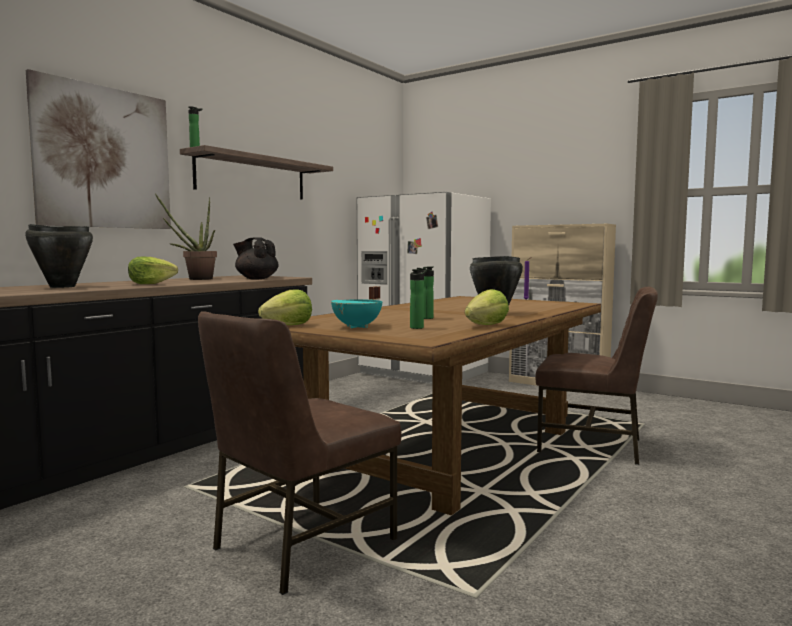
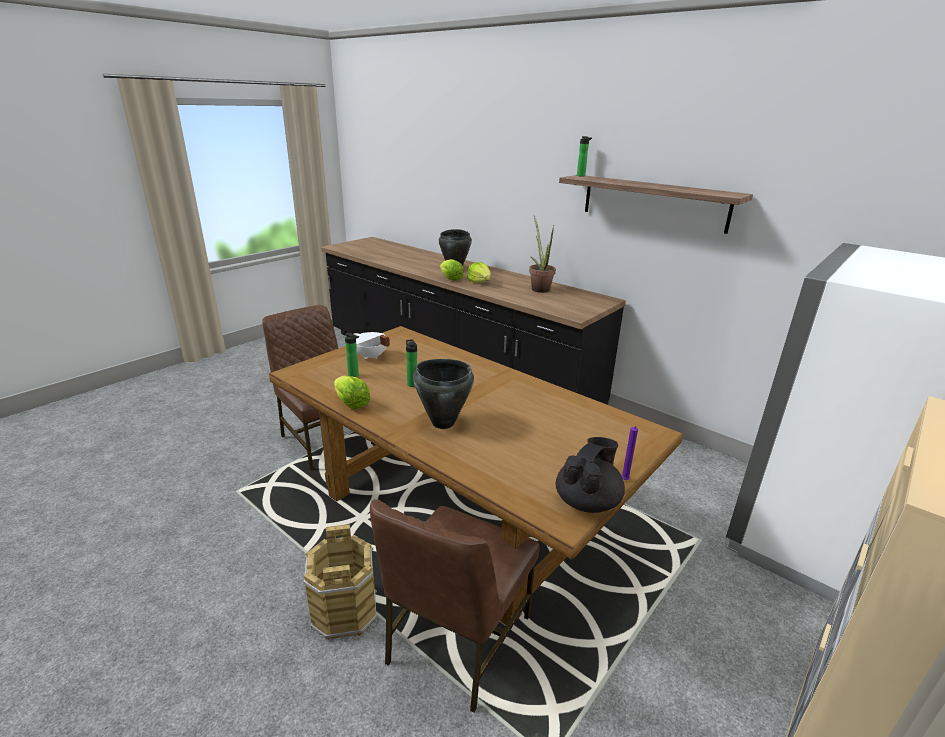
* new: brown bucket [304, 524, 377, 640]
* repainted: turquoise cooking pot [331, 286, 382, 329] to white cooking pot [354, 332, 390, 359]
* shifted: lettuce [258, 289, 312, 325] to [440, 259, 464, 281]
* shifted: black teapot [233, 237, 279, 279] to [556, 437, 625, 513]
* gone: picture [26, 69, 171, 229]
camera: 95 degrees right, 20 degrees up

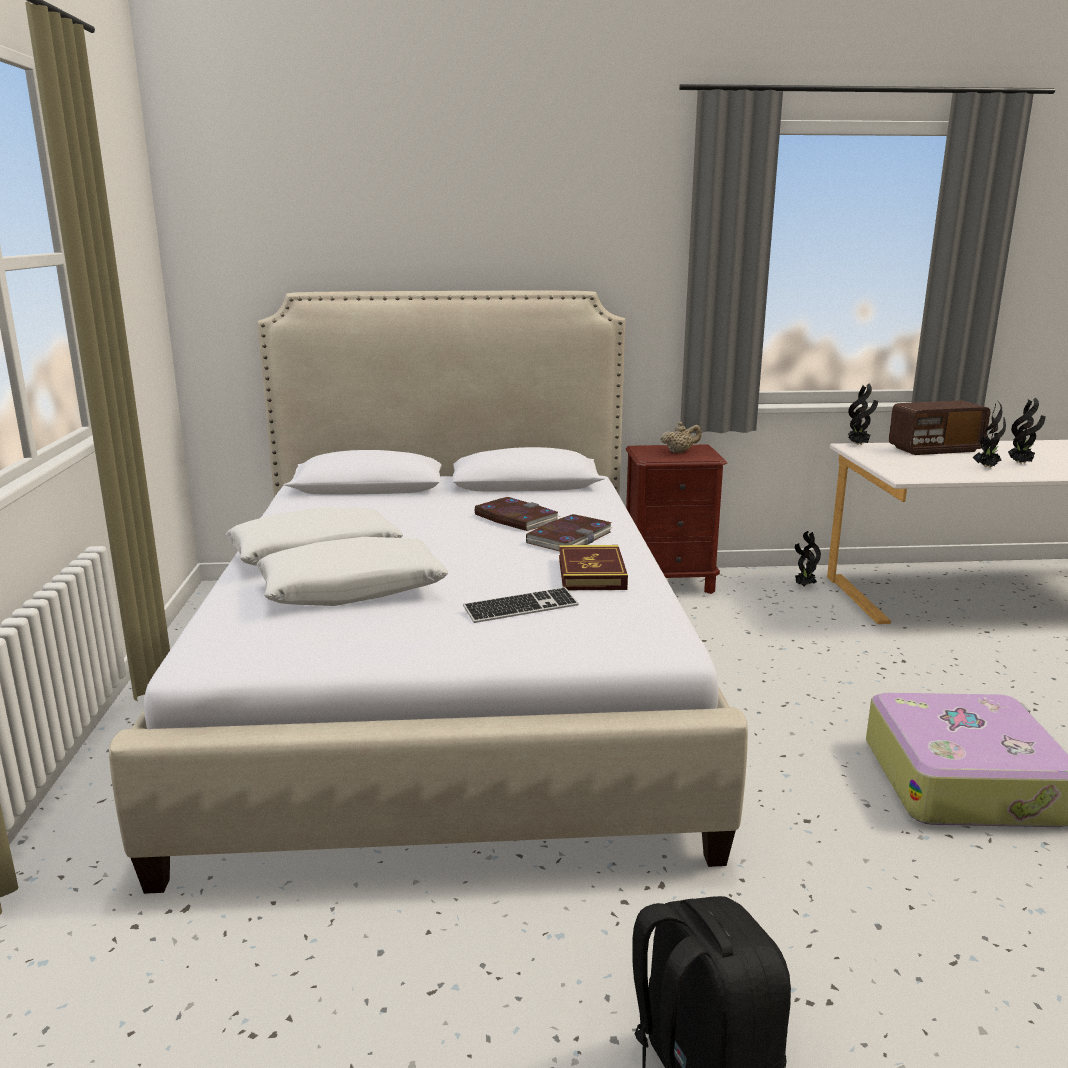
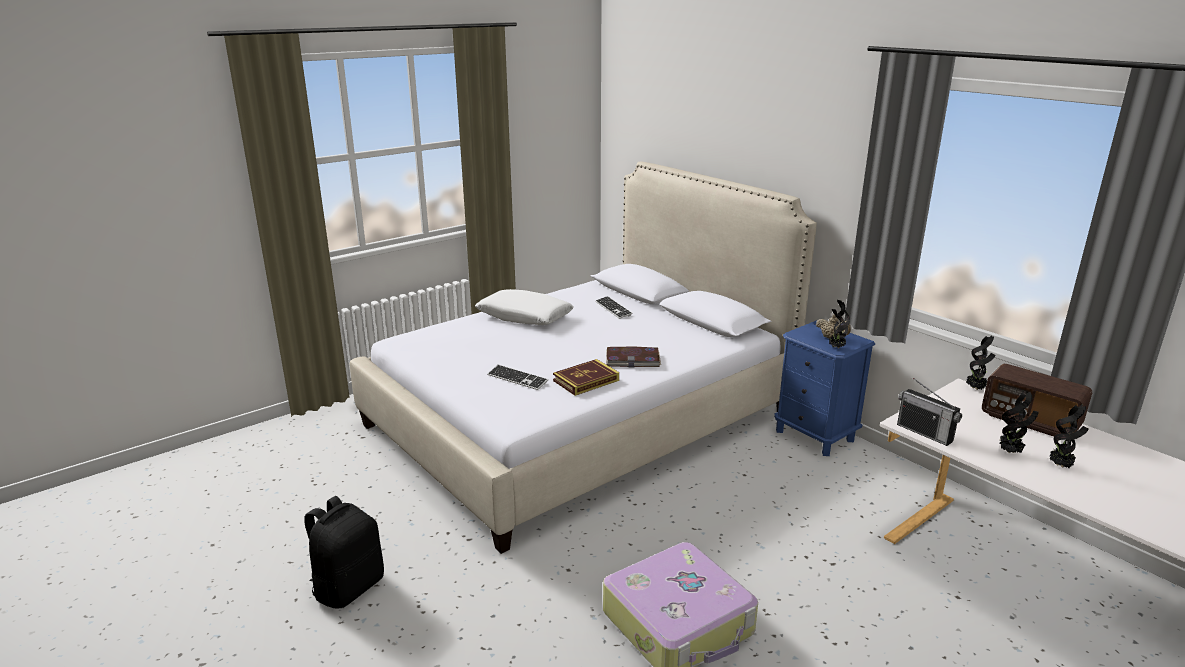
* new: keyboard [595, 296, 633, 319]
* repainted: brown nightstand [626, 444, 727, 594] to blue nightstand [774, 321, 875, 456]
* shifted: potted plant [795, 531, 821, 587] to [829, 300, 850, 348]
* new: radio [897, 378, 962, 446]
* gone: white pillow [257, 537, 448, 606]
* gone: book [475, 497, 560, 531]
camera: 55 degrees right, 5 degrees up

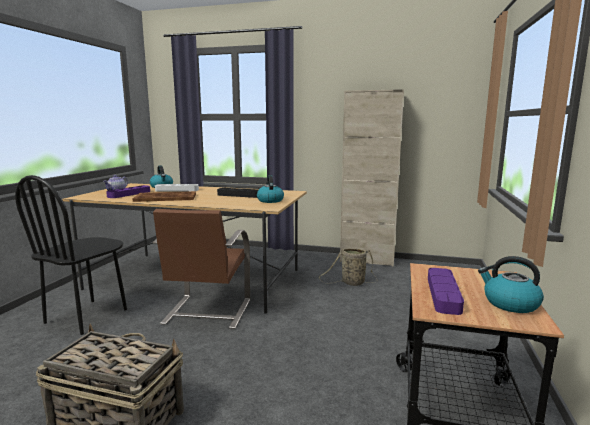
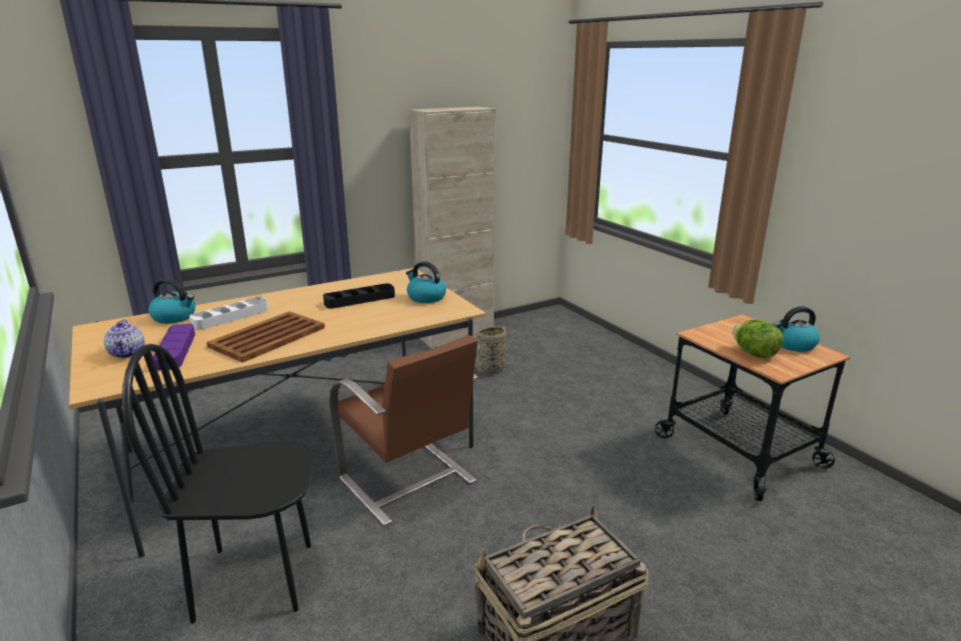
* rotated: black chair [15, 175, 127, 335] = [122, 344, 314, 624] 105 degrees clockwise
* swapped: purple tray [428, 268, 464, 315] to lettuce [733, 320, 783, 358]
camera: 45 degrees left, 10 degrees up

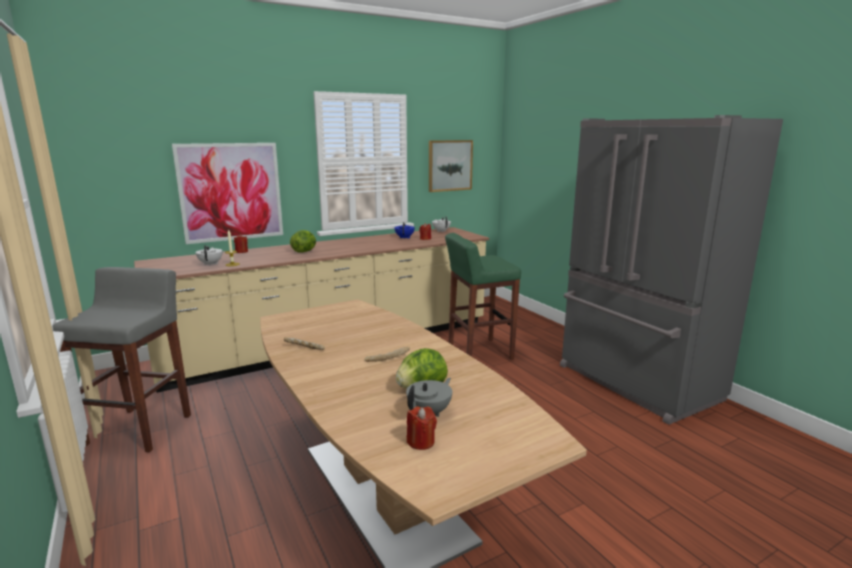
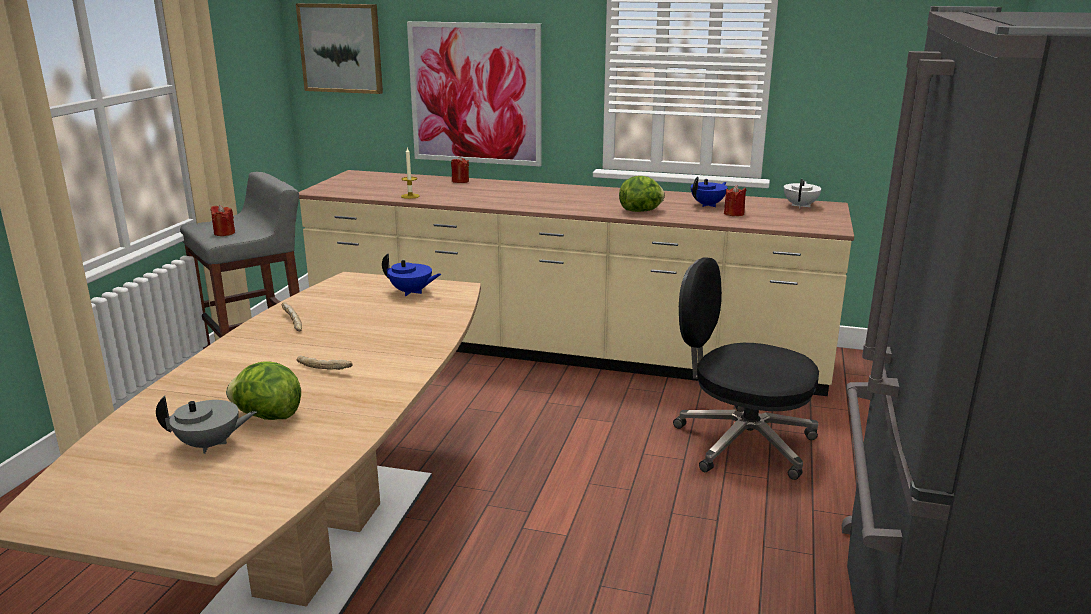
* shifted: red candle [407, 406, 437, 450] to [210, 205, 235, 236]
* shifted: picture [429, 140, 473, 192] to [296, 3, 383, 94]
* new: blue teapot [382, 253, 441, 296]
* shifted: lettuce [290, 230, 316, 253] to [619, 176, 665, 212]
* swapped: green stool [445, 233, 521, 360] to black office chair [673, 257, 819, 480]
* gone: white teapot [195, 245, 223, 266]
camera: 45 degrees right, 5 degrees up

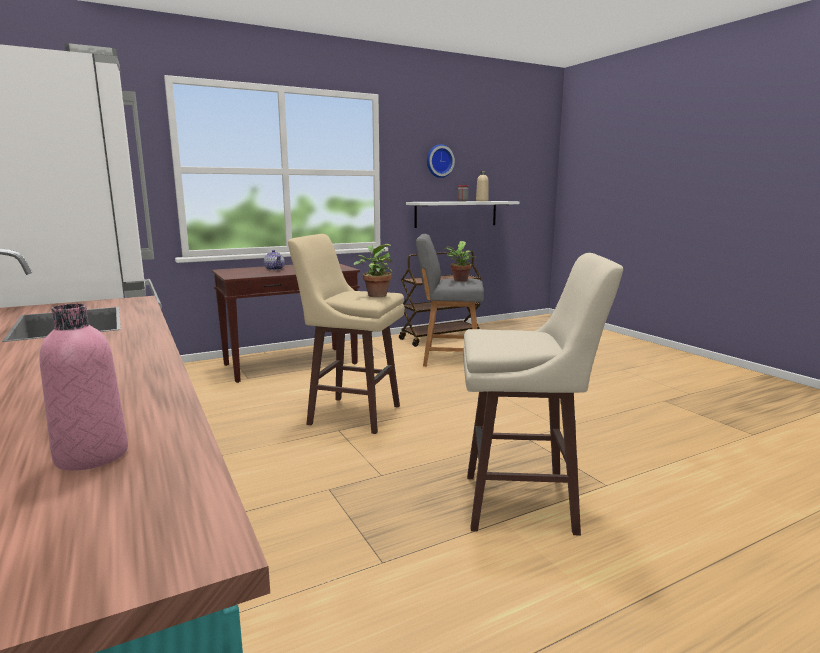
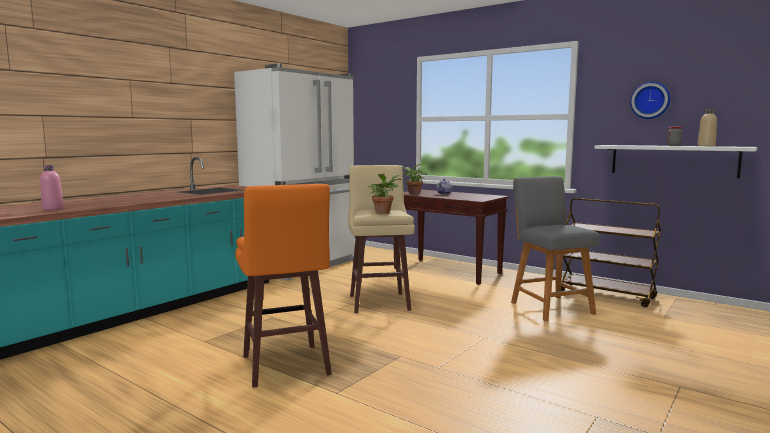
* repainted: beige stool [463, 253, 623, 536] to orange stool [235, 184, 332, 388]
* shifted: potted plant [444, 241, 477, 281] to [400, 163, 428, 194]
camera: 65 degrees right, 5 degrees down

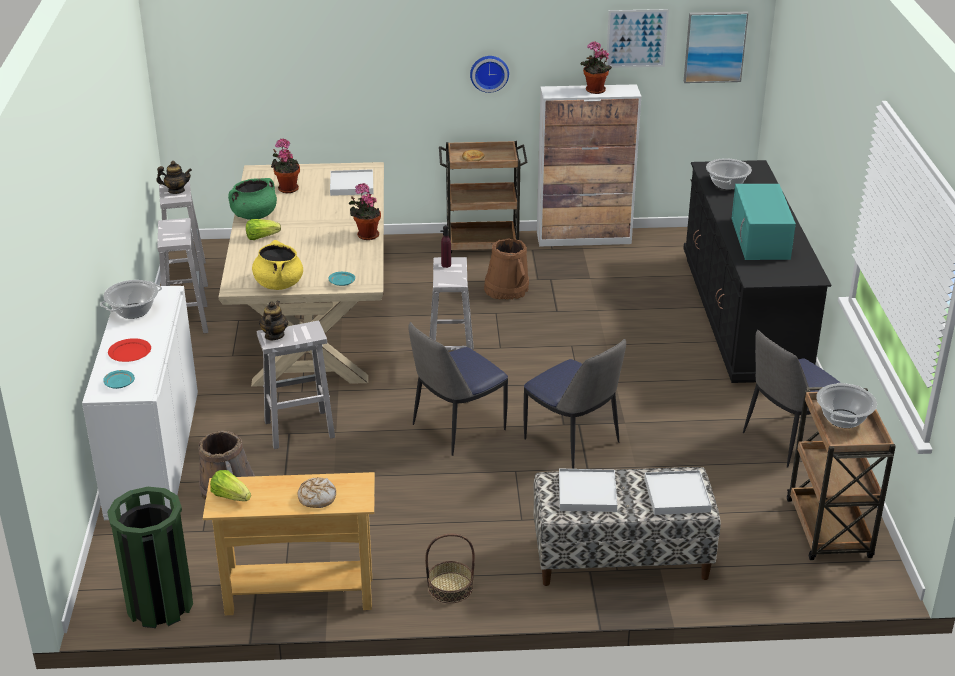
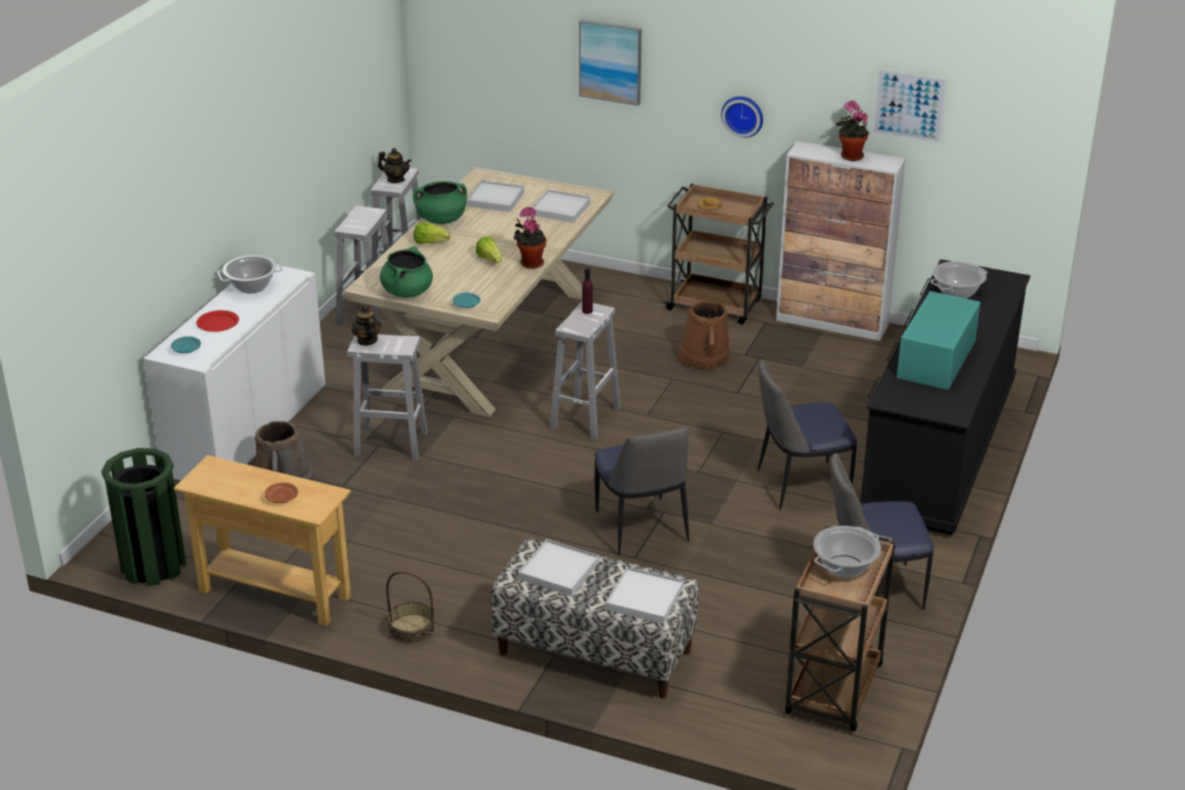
* swapped: bread [298, 477, 336, 508] to brown plate [265, 483, 298, 503]
* rotated: teapot [259, 301, 288, 340] = [351, 305, 381, 346] 60 degrees counterclockwise
* repainted: yellow cooking pot [252, 240, 303, 290] to green cooking pot [380, 246, 433, 298]
* swapped: potted plant [271, 139, 300, 193] to white tray [466, 180, 524, 212]
* shifted: lettuce [210, 470, 251, 501] to [476, 237, 502, 264]
* shifted: picture [684, 12, 748, 83] to [579, 19, 641, 106]
* shifted: chair [408, 322, 508, 456] to [758, 360, 857, 510]
camera: 25 degrees right, 0 degrees up

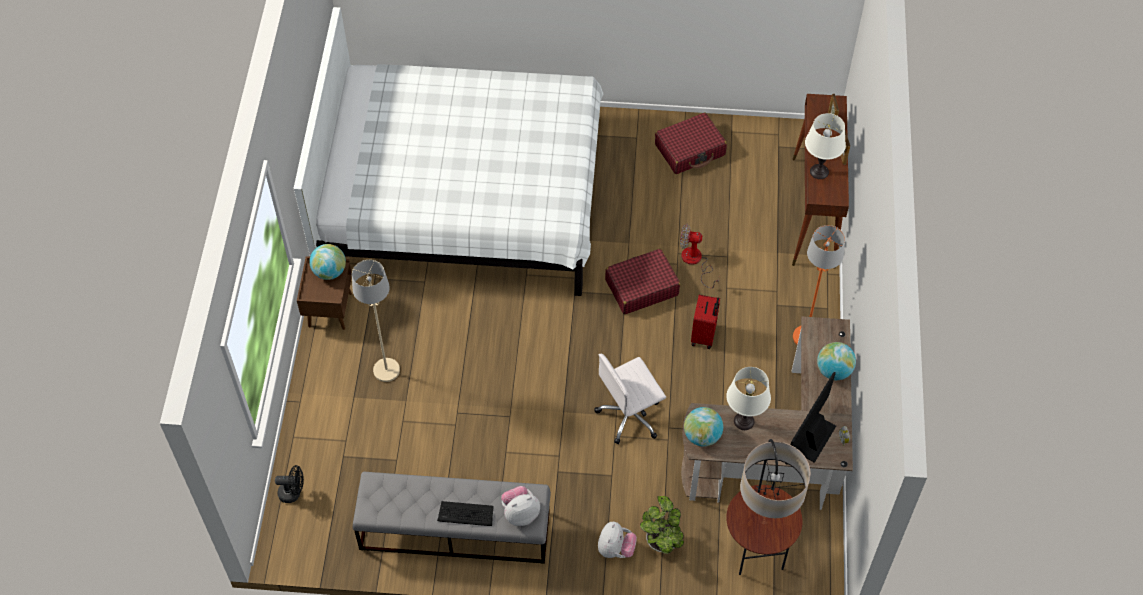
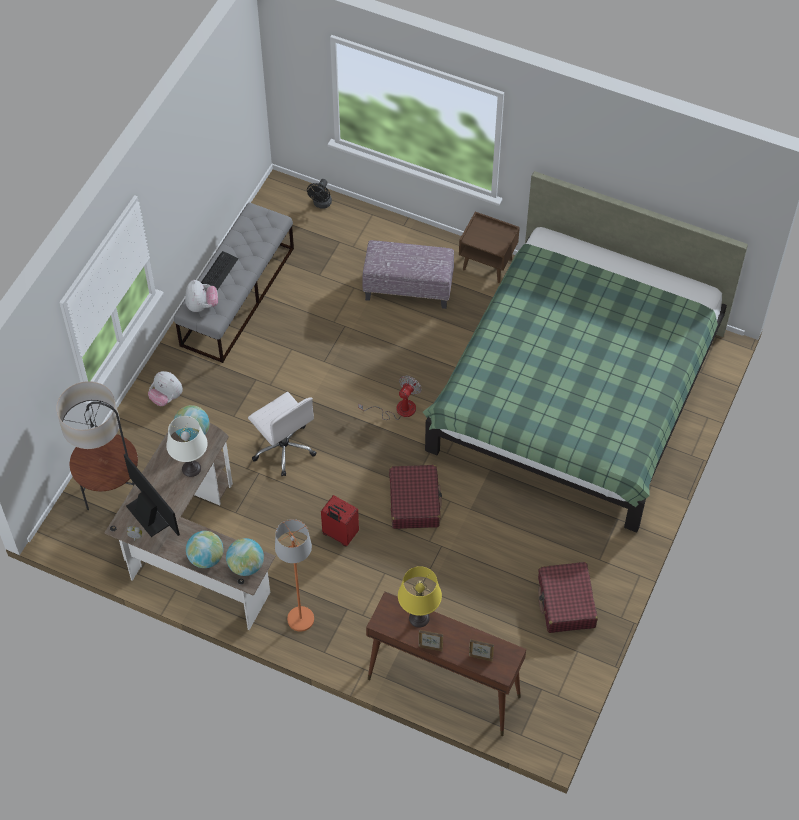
* shifted: globe [310, 244, 346, 280] to [226, 538, 264, 576]
* rotated: white office chair [594, 354, 666, 444] = [248, 392, 317, 476] 150 degrees clockwise
* shifted: fan [680, 224, 719, 288] to [358, 376, 421, 420]
* swapped: beige floor lamp [352, 260, 400, 382] to ottoman [363, 240, 454, 309]
* repainted: white table lamp [805, 113, 846, 179] to yellow table lamp [398, 566, 442, 628]
* repainted: white bed [294, 7, 603, 296] to green bed [423, 171, 748, 532]
* gone: potted plant [640, 496, 684, 554]
camera: 110 degrees right, 0 degrees up

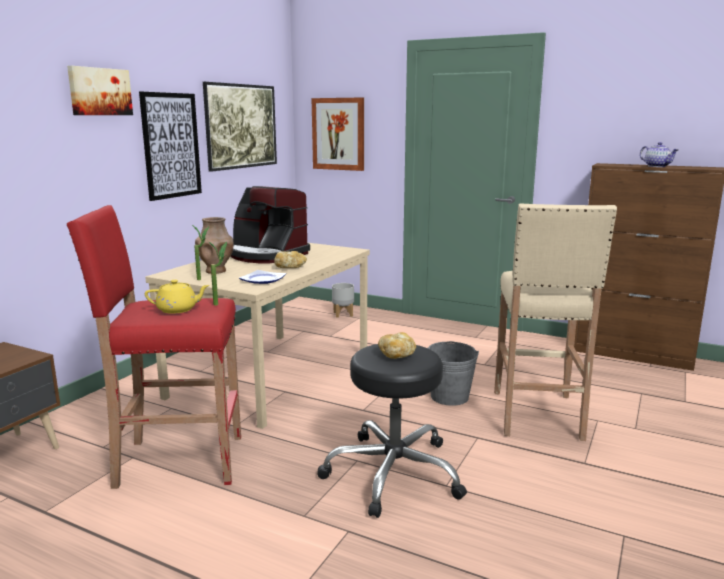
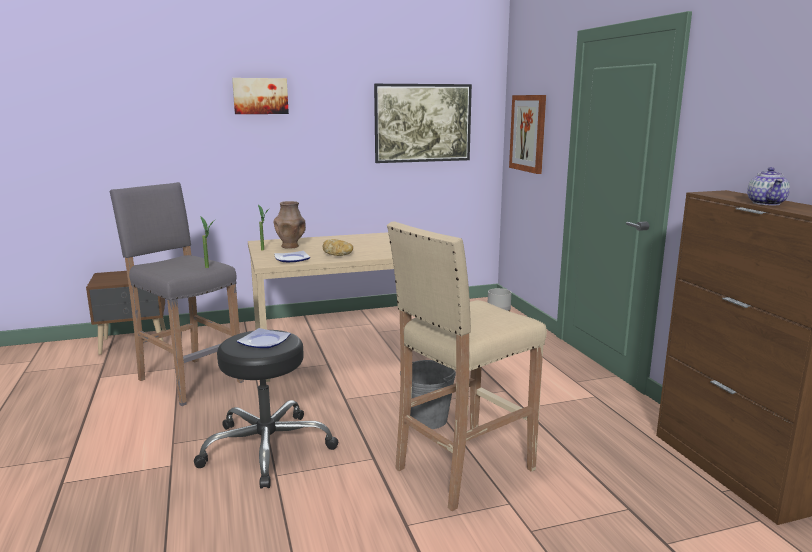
* repainted: red stool [67, 205, 241, 489] to grey stool [110, 182, 244, 406]
* swapped: bread [378, 332, 416, 359] to plate [237, 328, 291, 348]
* gone: picture [139, 92, 202, 201]
* gone: yellow teapot [145, 280, 210, 314]
* gone: coffee machine [231, 186, 310, 263]
camera: 45 degrees right, 0 degrees up

